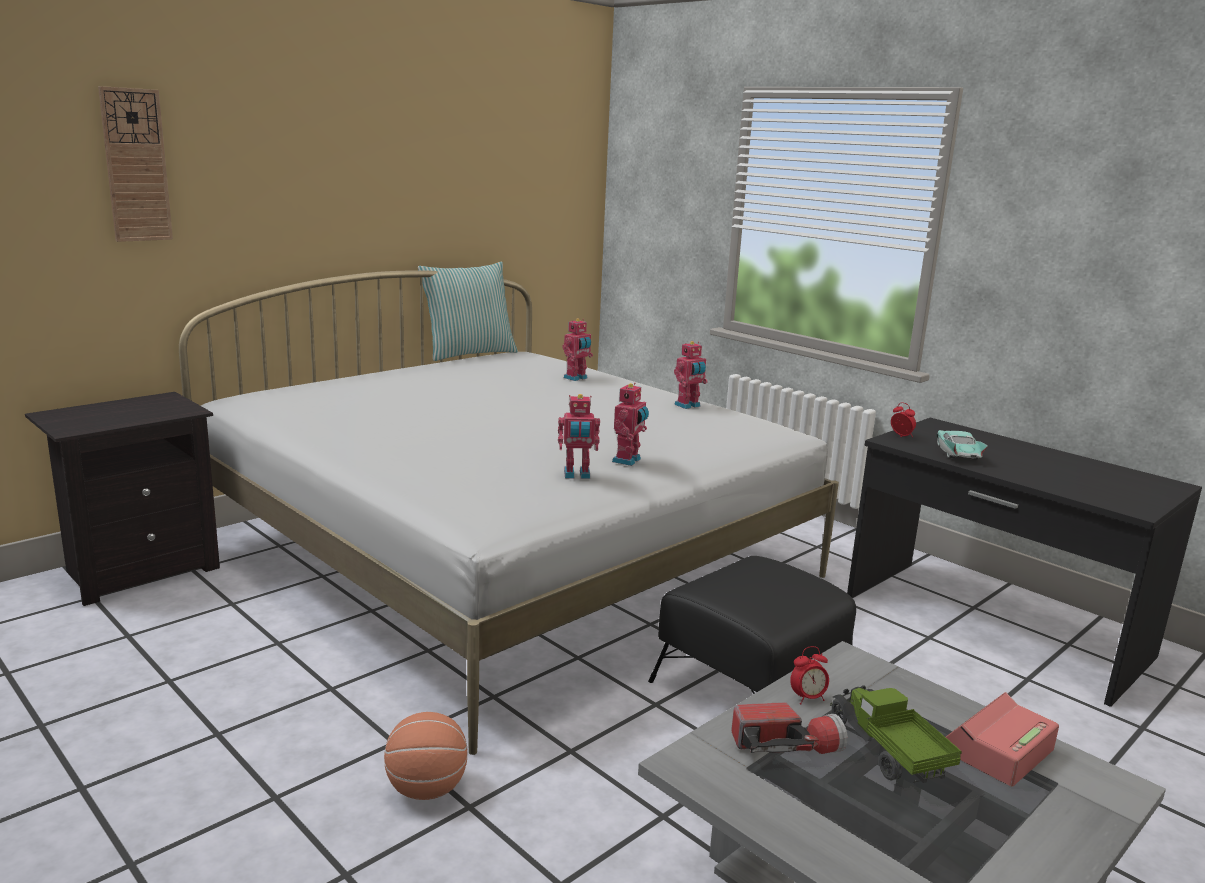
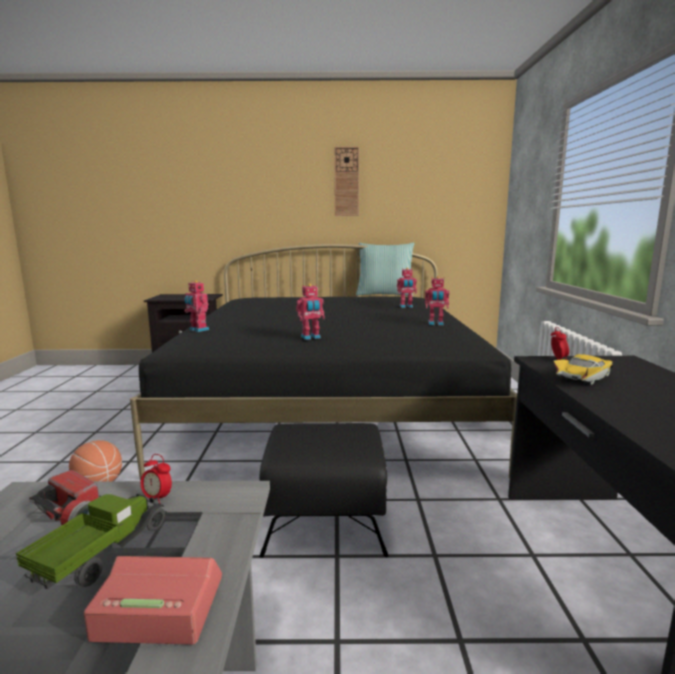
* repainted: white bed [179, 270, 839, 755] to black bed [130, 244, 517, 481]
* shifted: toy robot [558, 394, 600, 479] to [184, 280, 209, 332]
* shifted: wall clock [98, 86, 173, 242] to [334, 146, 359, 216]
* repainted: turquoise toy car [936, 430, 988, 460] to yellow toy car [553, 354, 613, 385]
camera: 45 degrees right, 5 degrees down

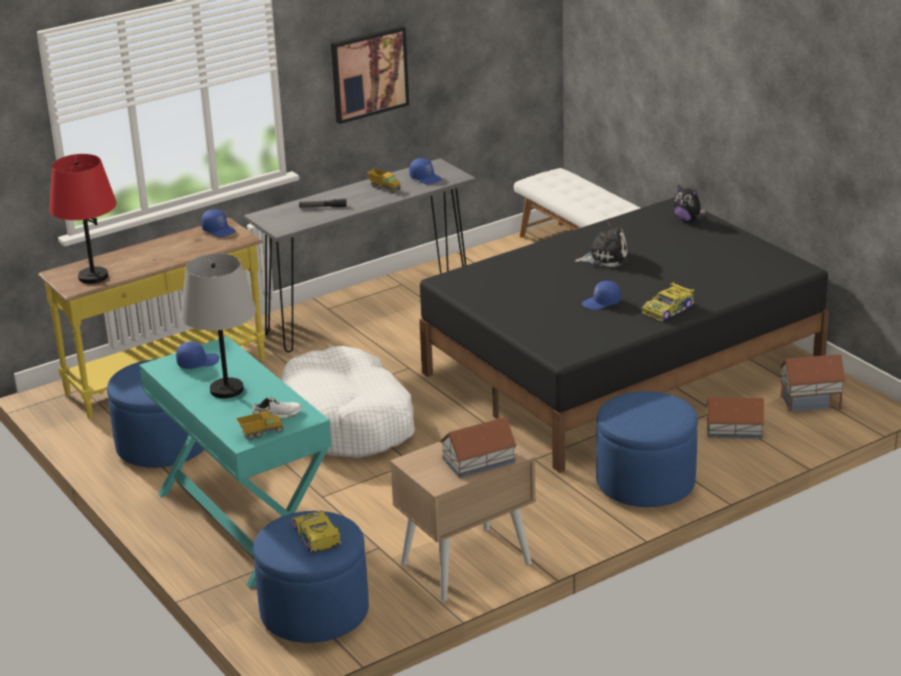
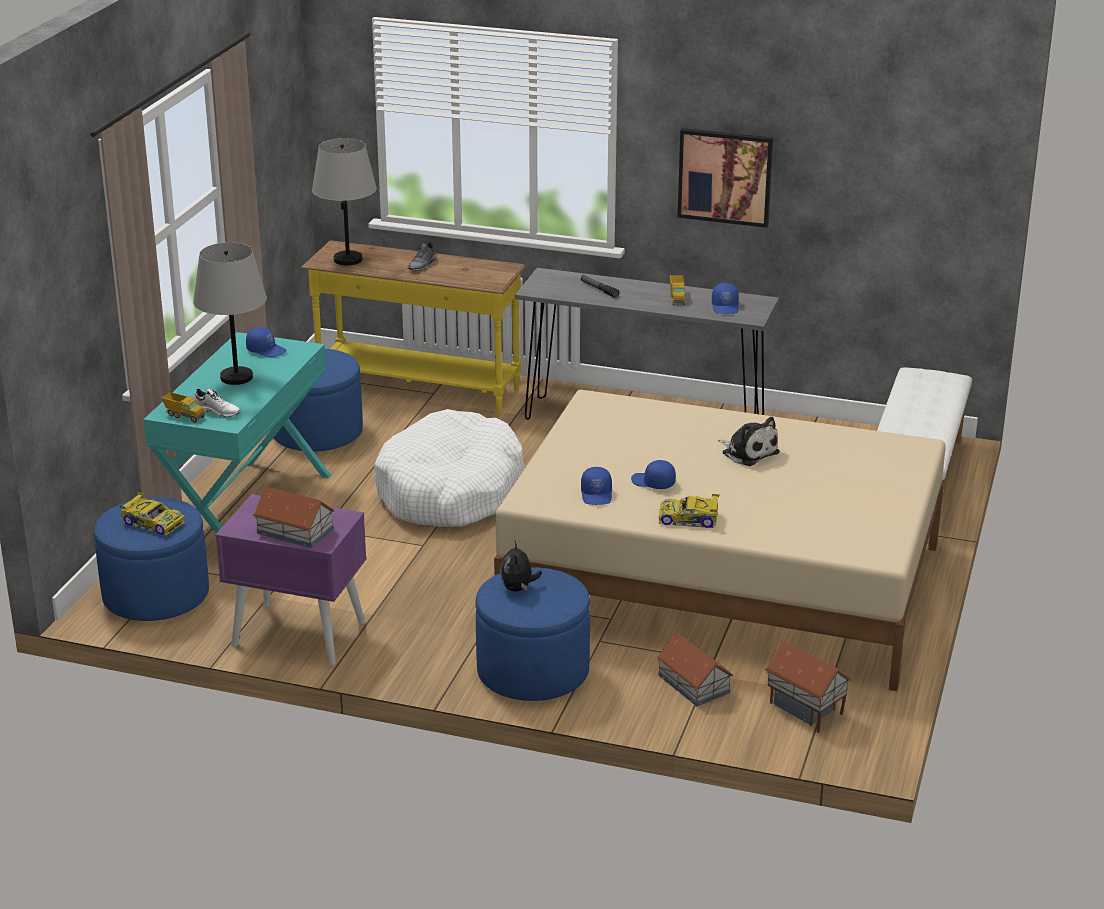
* rotated: toy car [292, 510, 341, 553] = [119, 492, 185, 535] 90 degrees clockwise
* repainted: beige nightstand [390, 442, 536, 601] to purple nightstand [215, 494, 367, 665]
* repainted: red table lamp [49, 154, 117, 284] to grey table lamp [312, 138, 377, 266]
* new: grey shoe [408, 241, 436, 271]
* repainted: black bed [419, 197, 829, 473] to beige bed [494, 390, 946, 691]
* shifted: plush toy [673, 185, 706, 221] to [500, 541, 542, 592]
* shifted: blue cap [201, 209, 236, 238] to [581, 467, 612, 505]
camera: 50 degrees right, 0 degrees up

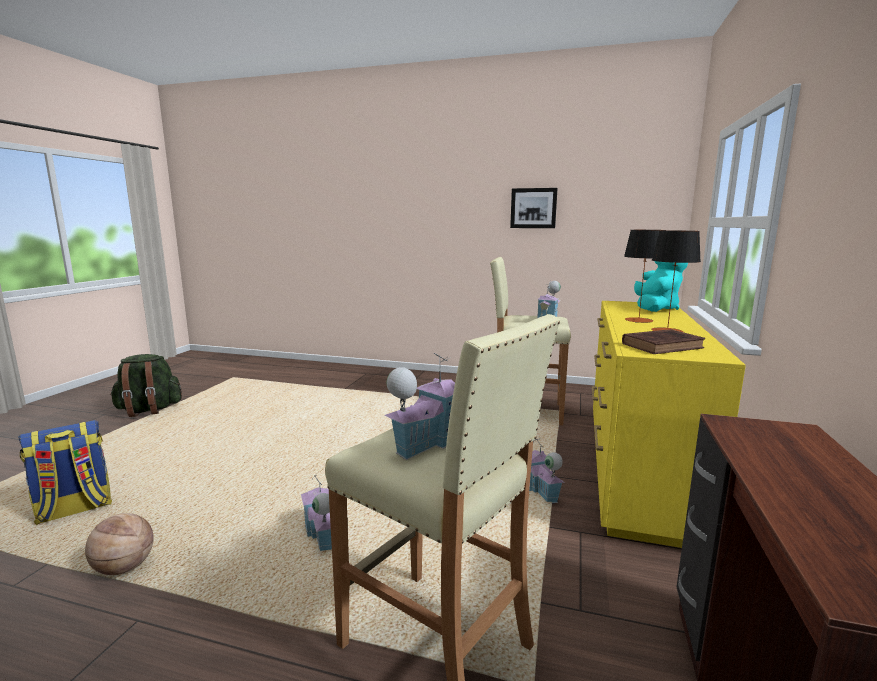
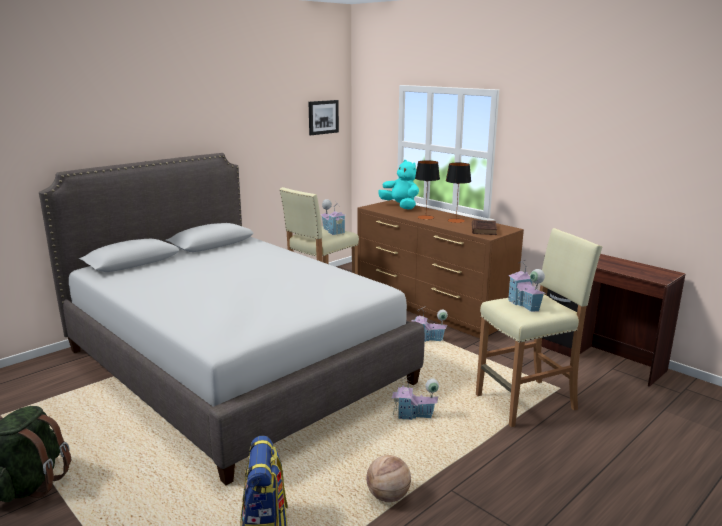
* new: grey bed [39, 153, 425, 485]
* shifted: picture [510, 188, 558, 228] to [309, 100, 339, 135]
* repainted: yellow dresser [592, 301, 746, 548] to brown dresser [358, 200, 524, 339]
camera: 60 degrees left, 5 degrees up

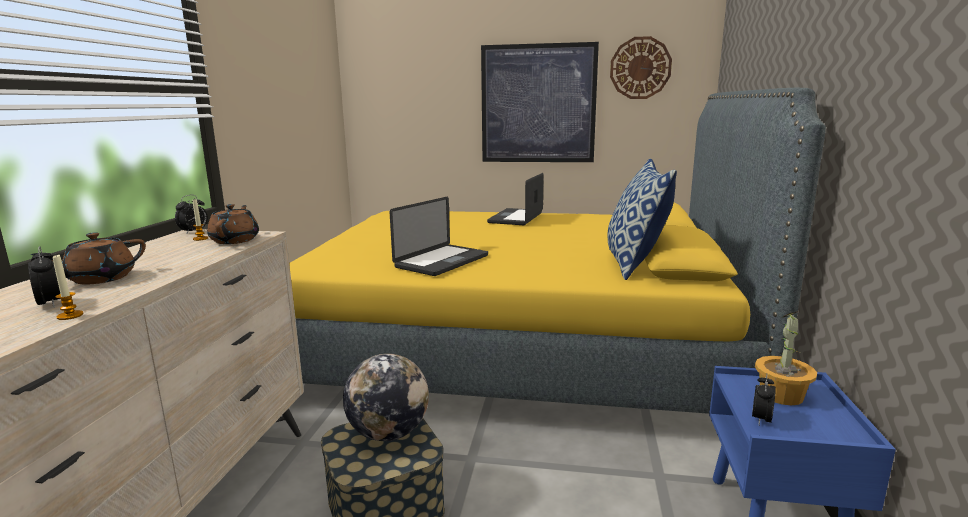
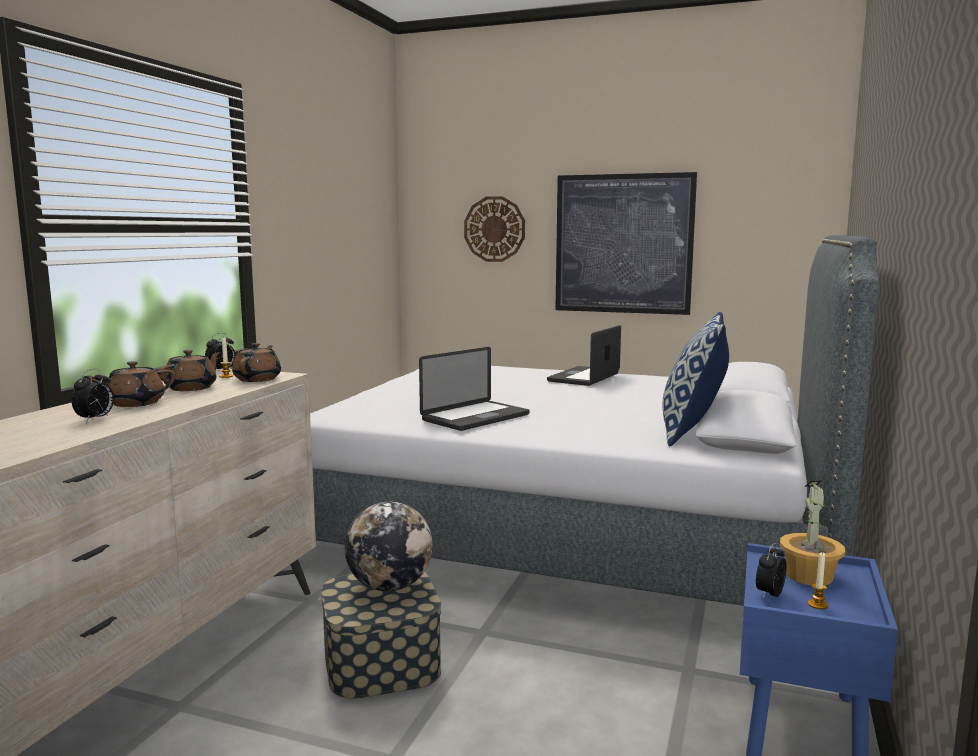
* rotated: alarm clock [28, 246, 60, 307] = [72, 369, 114, 422] 45 degrees clockwise
* new: brown teapot [158, 350, 220, 391]
* repainted: yellow bed [289, 88, 826, 414] to grey bed [310, 235, 879, 606]
* shifted: wall clock [610, 36, 672, 99] to [464, 196, 525, 262]
* shifted: candle [53, 255, 84, 320] to [808, 552, 828, 609]
camera: 10 degrees right, 5 degrees down

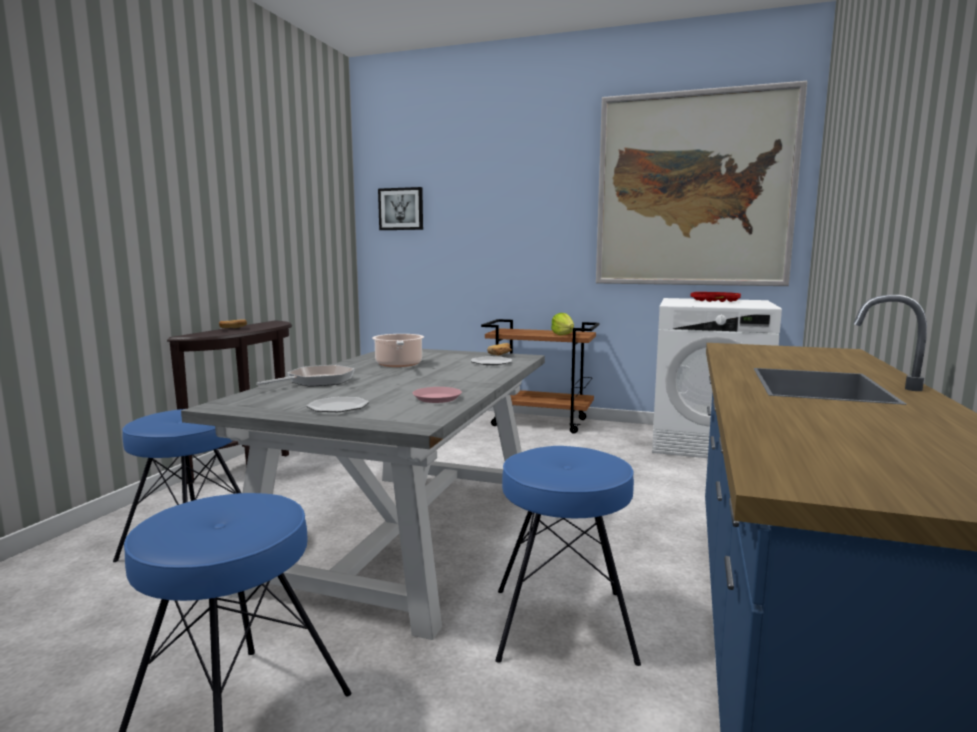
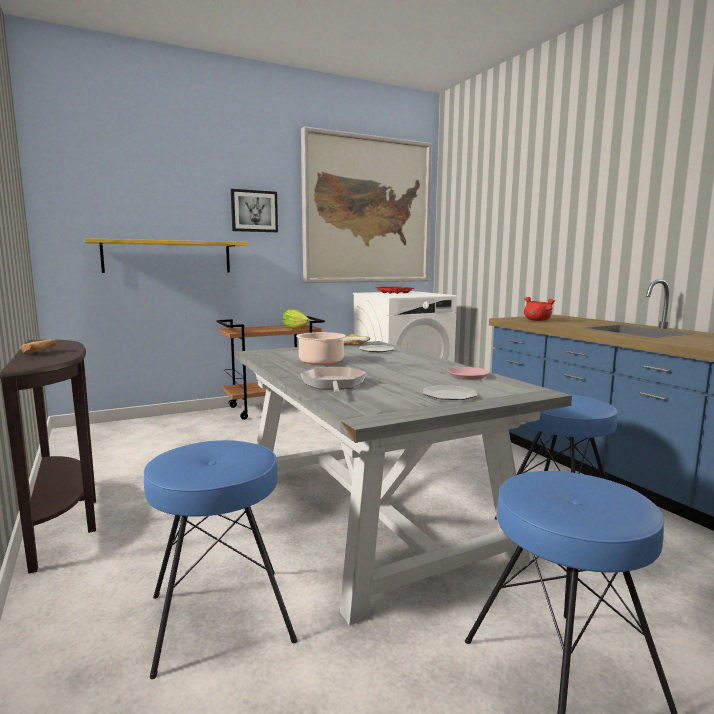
* new: yellow shelf [85, 238, 248, 273]
* shifted: picture [378, 187, 423, 230] to [231, 189, 278, 232]
* new: red cooking pot [524, 297, 556, 321]
camera: 45 degrees left, 0 degrees up

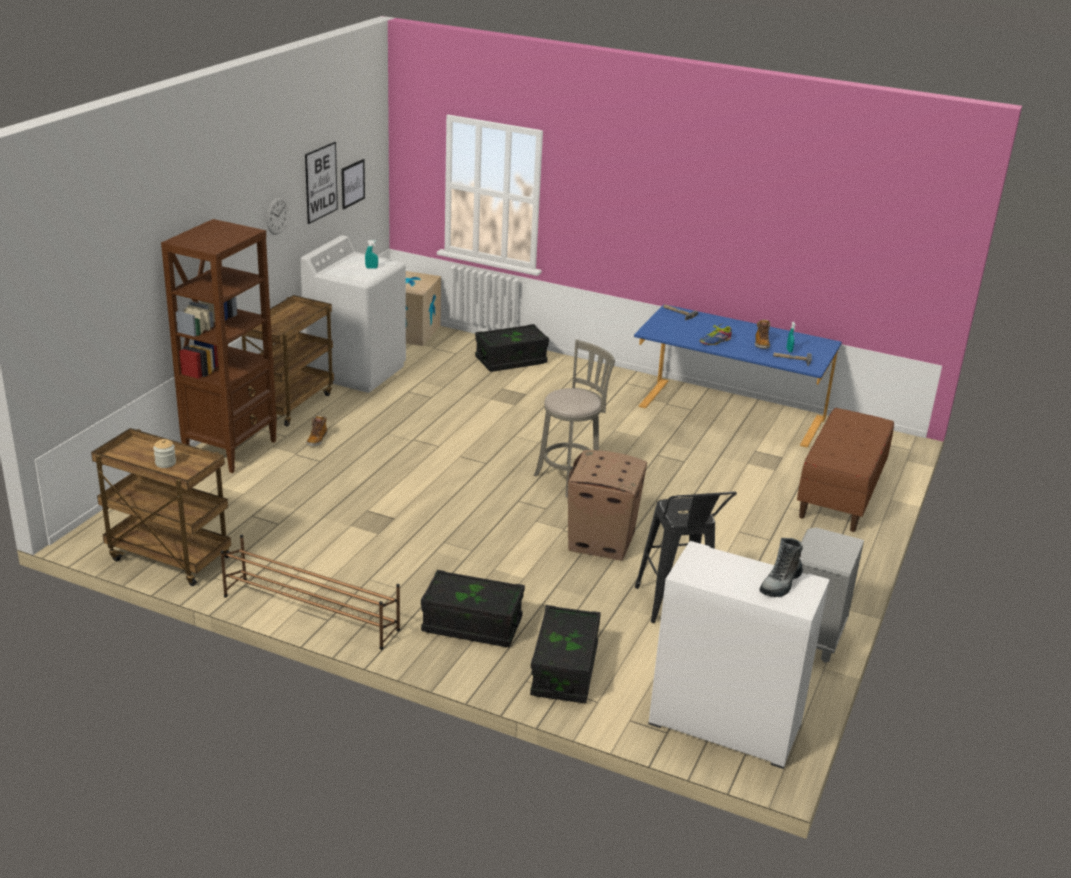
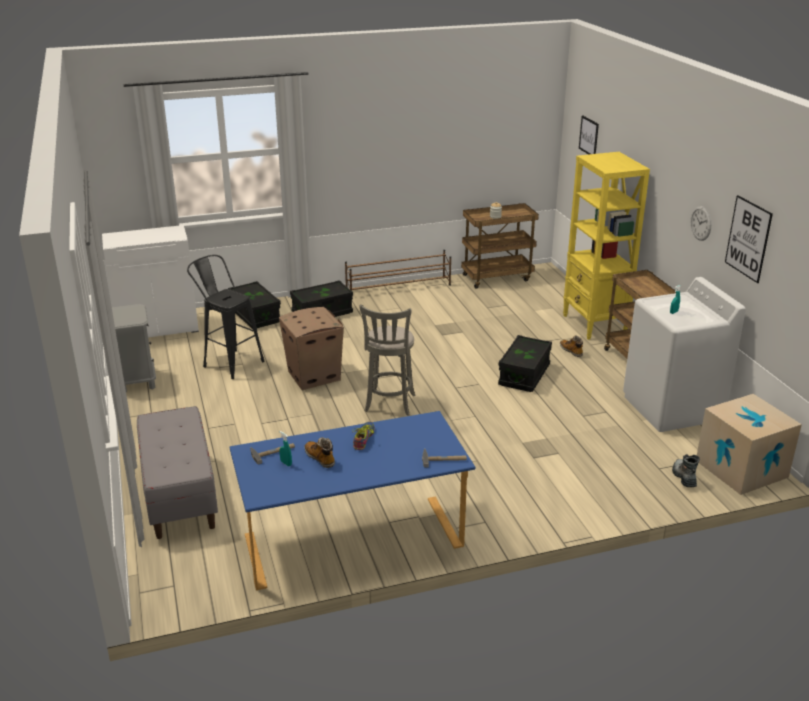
* repainted: brown bench [797, 408, 894, 532] to grey bench [137, 406, 218, 539]
* shifted: black storage box [475, 324, 549, 372] to [498, 335, 552, 392]
* repainted: brown bookcase [161, 219, 277, 473] to yellow bookcase [563, 152, 650, 340]
* shifted: picture [341, 159, 365, 209] to [579, 115, 599, 155]
* shifted: boot [759, 538, 803, 597] to [672, 454, 700, 487]
camera: 140 degrees right, 0 degrees up

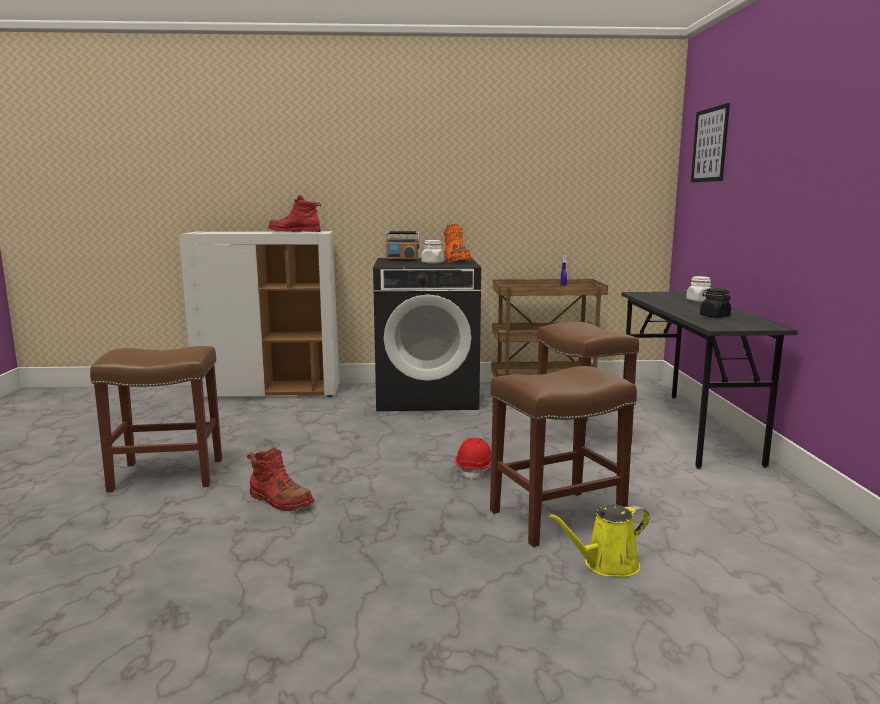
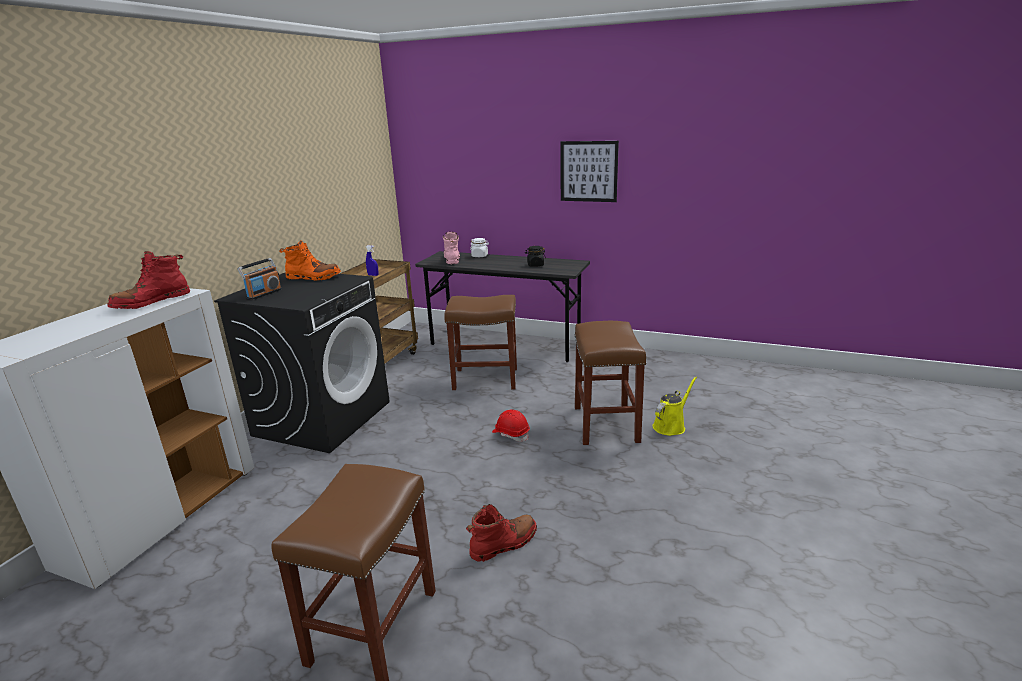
* new: pink boot [442, 232, 460, 264]
* shifted: picture [691, 103, 730, 183] to [560, 141, 619, 202]
* rotated: yellow watering can [548, 504, 650, 577] = [653, 377, 697, 436] 135 degrees counterclockwise
* gone: white jar [421, 240, 444, 264]
camera: 65 degrees left, 10 degrees up

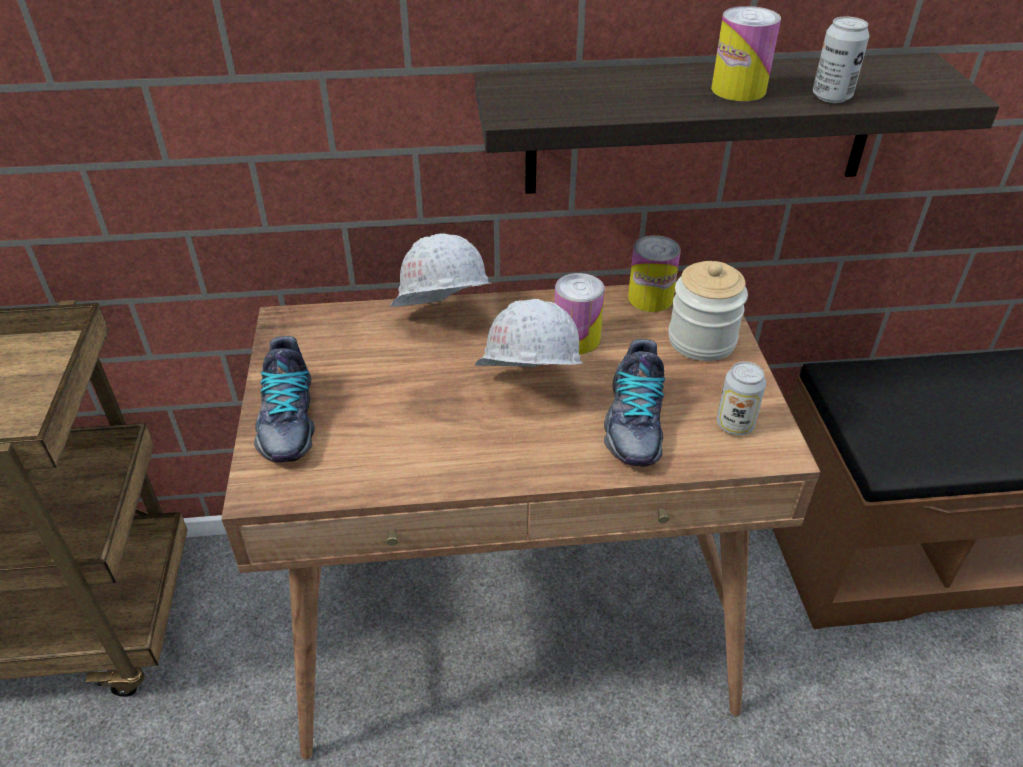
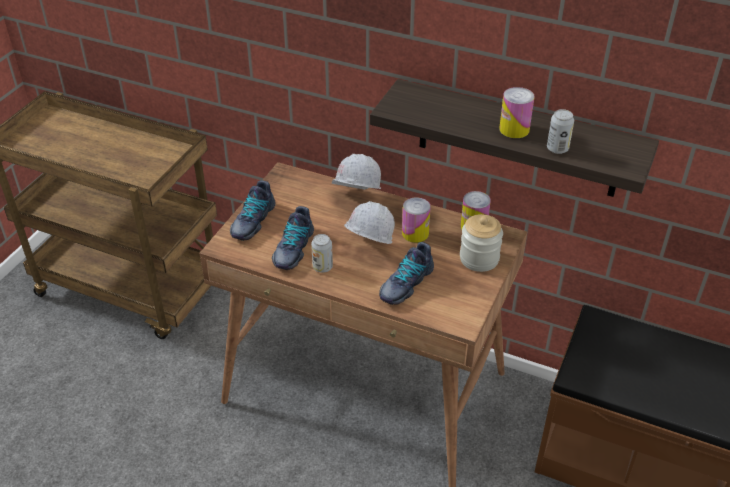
* new: shoe [272, 206, 314, 270]
* shifted: can [717, 362, 766, 435] to [311, 234, 333, 273]
camera: 30 degrees right, 0 degrees up

